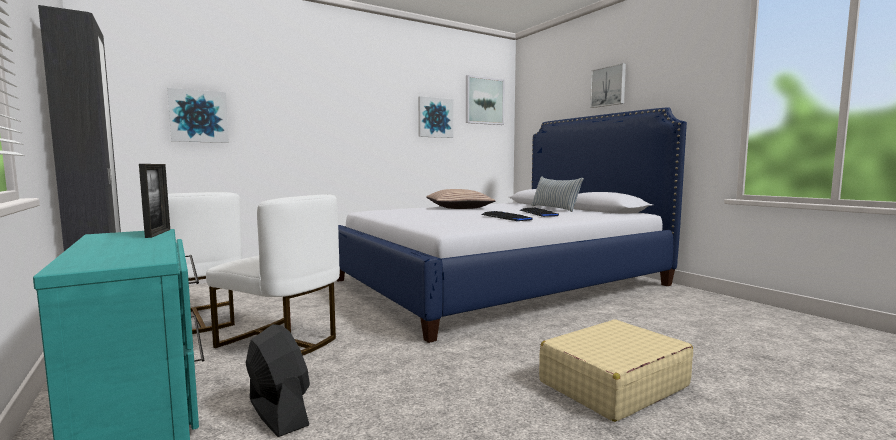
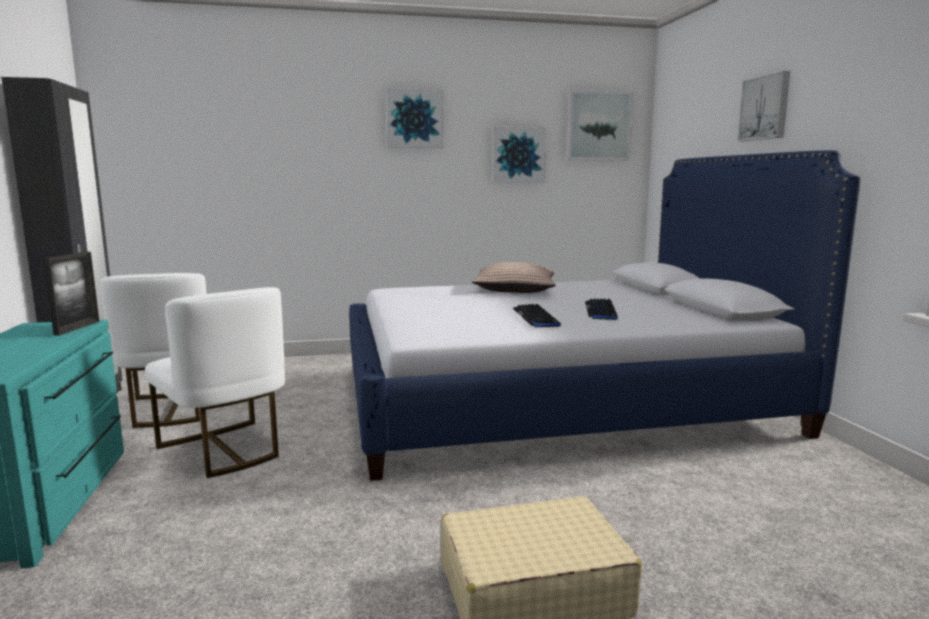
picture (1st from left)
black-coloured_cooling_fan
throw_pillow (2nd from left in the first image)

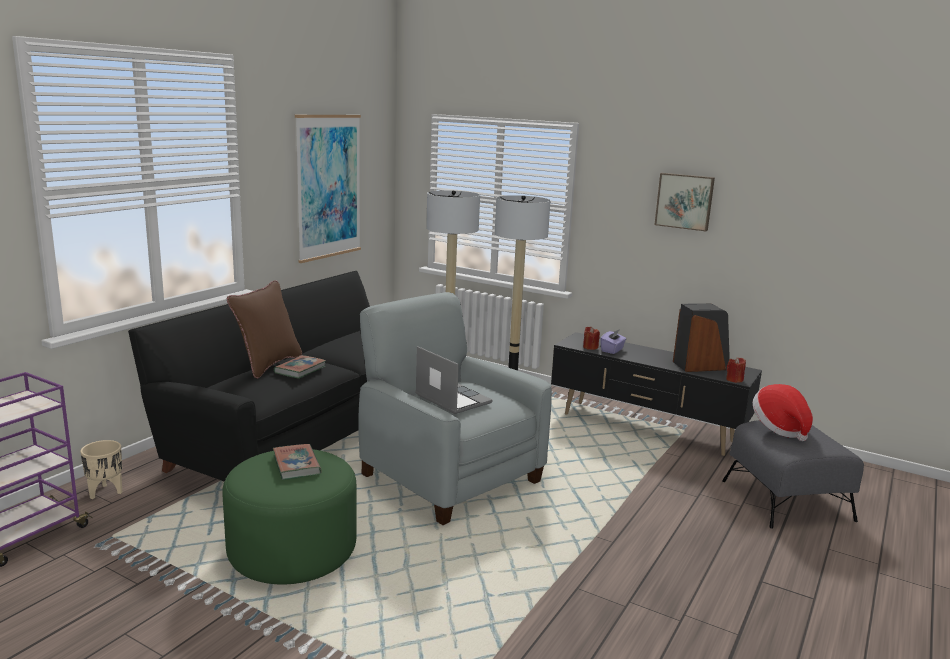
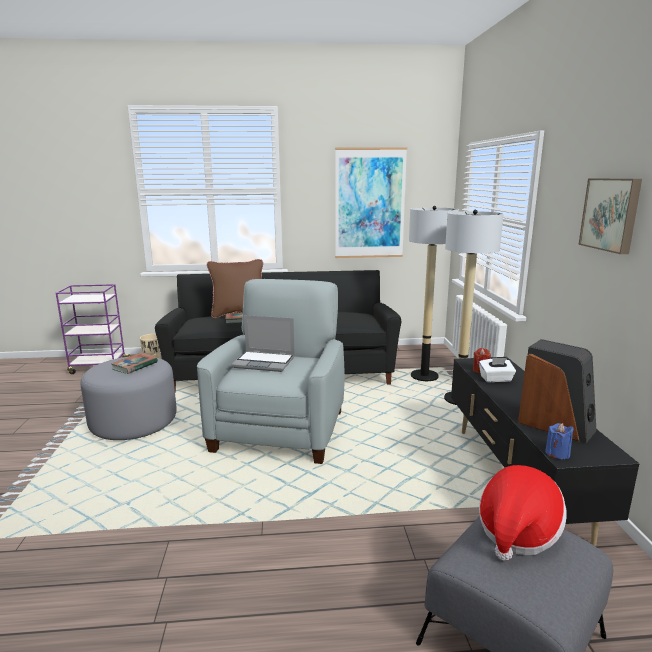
grey_footrest (1st from left)
notebook_computer
white-coloured_tissue_box
blue_wax_candle

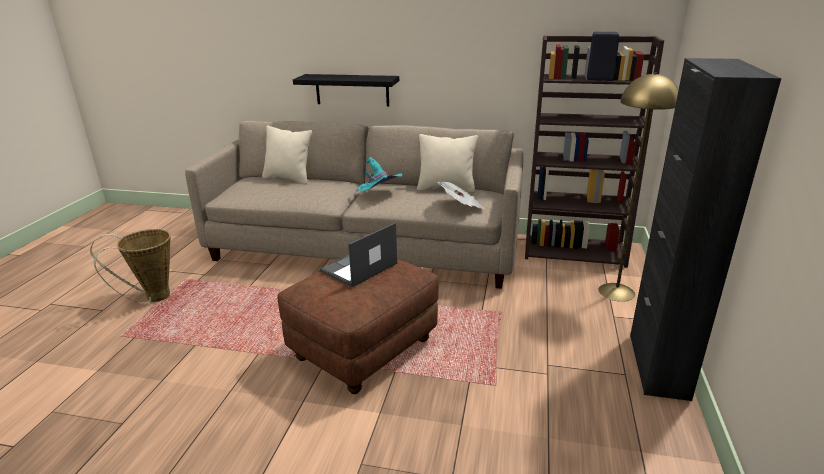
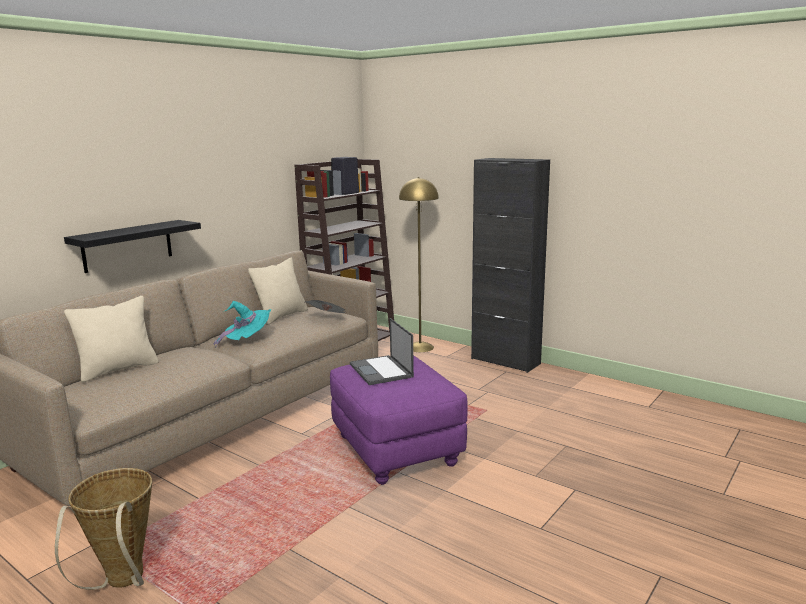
purplish_footrest

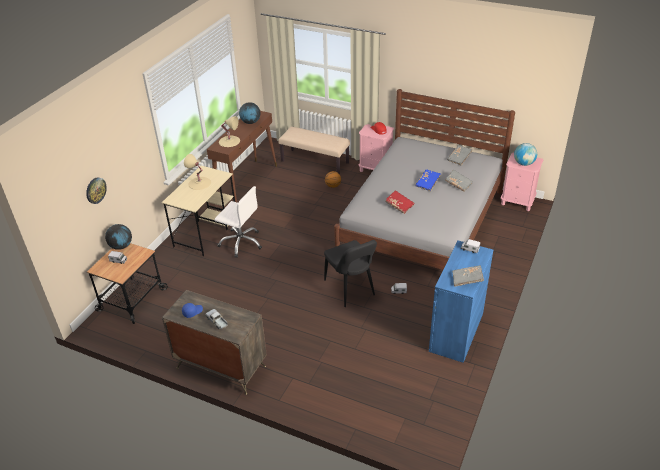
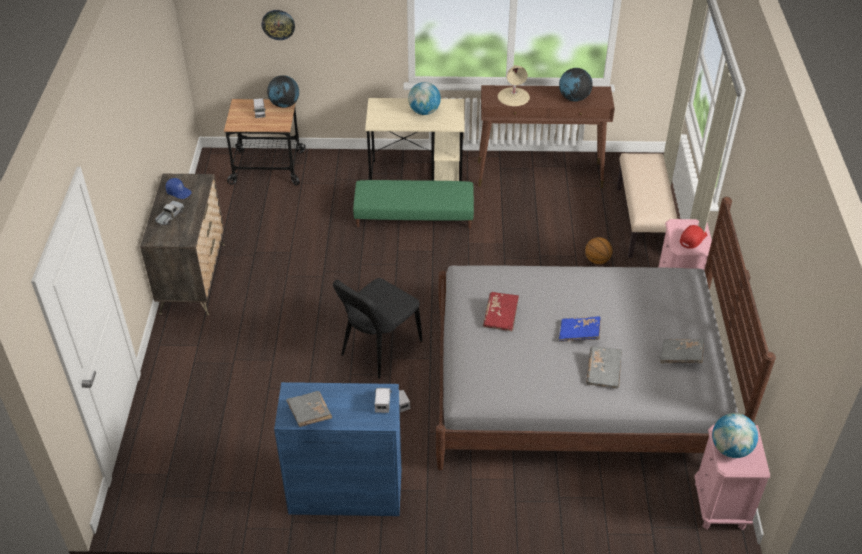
desk_globe (2nd from left)
green-coloured_footrest

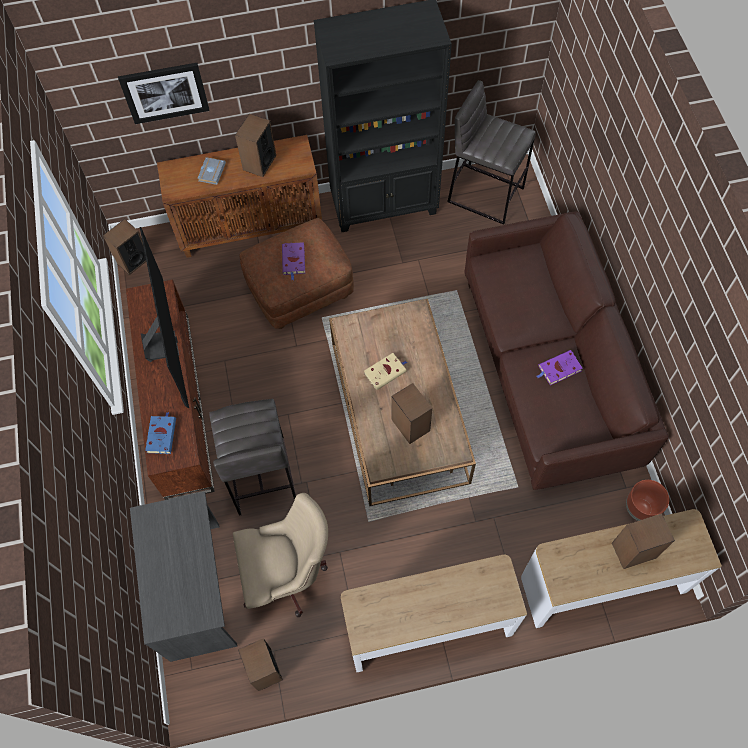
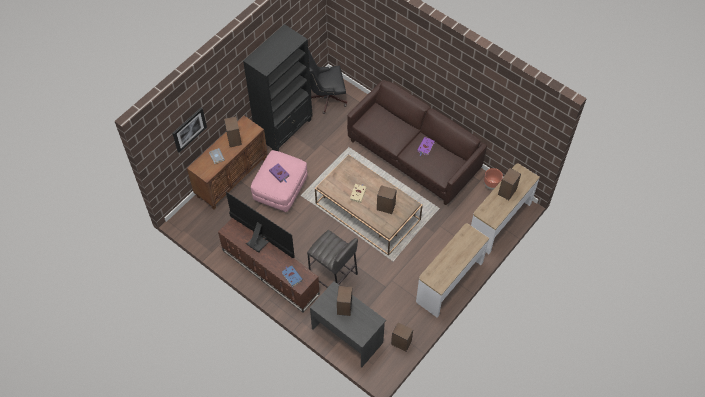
speaker (2nd from left)
beige_desk_chair
pink_footrest
black-coloured_desk_chair

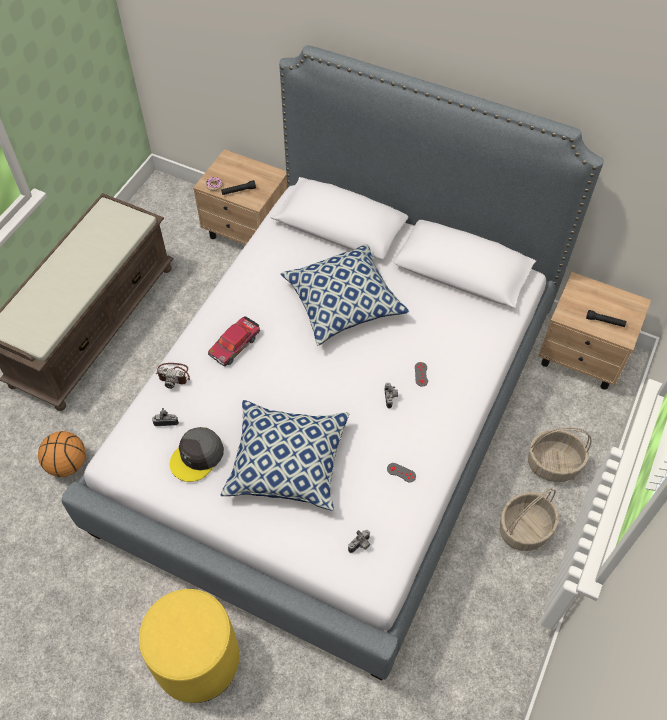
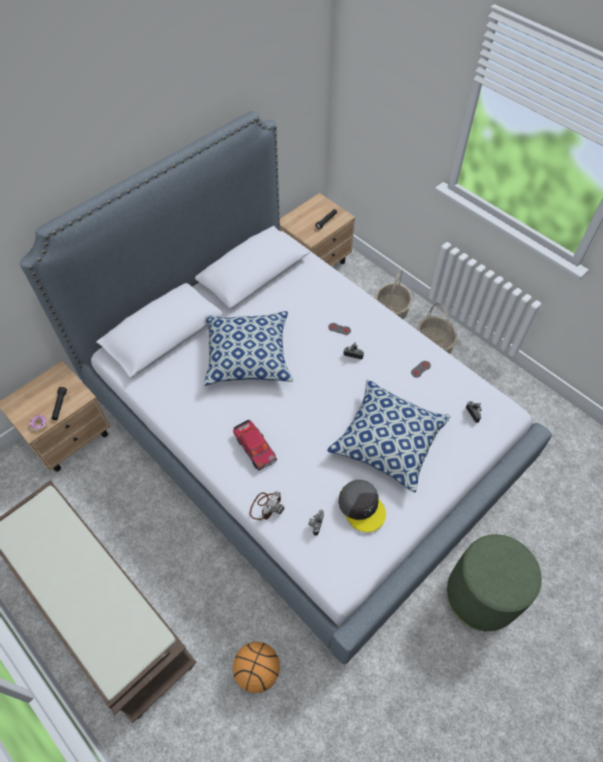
green-coloured_footrest

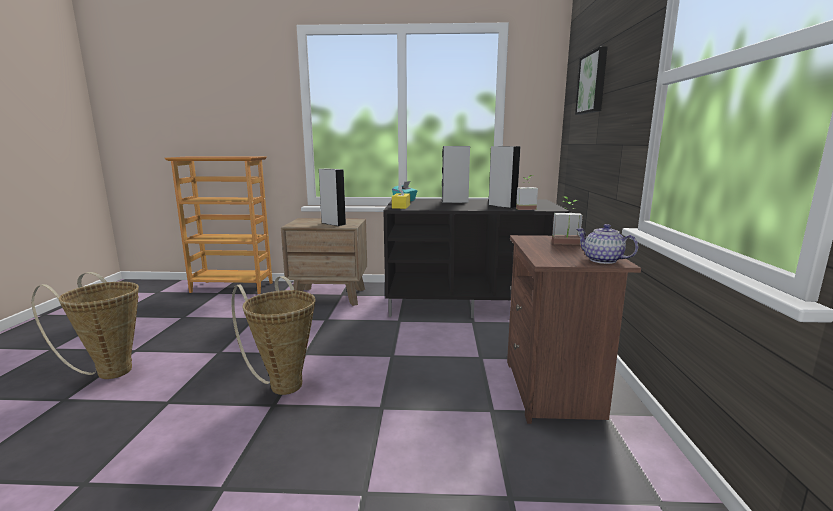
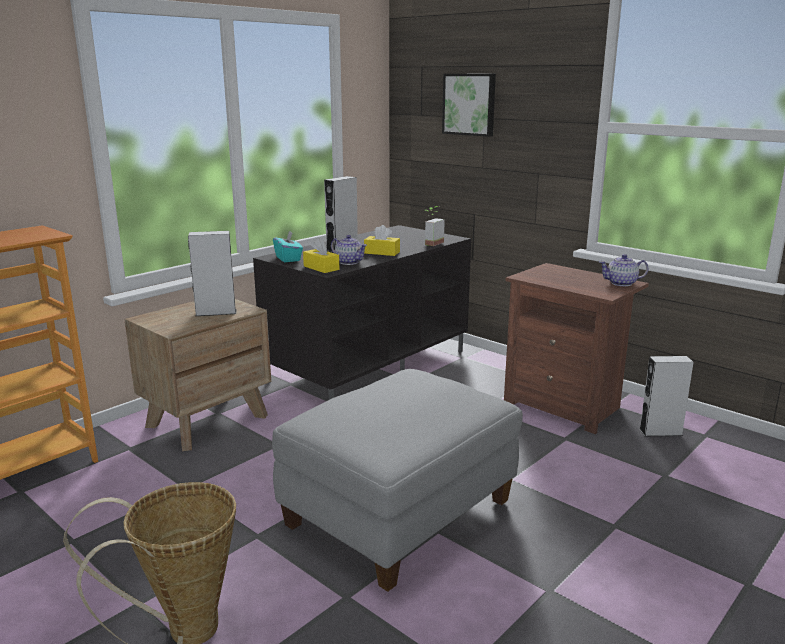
grey_footrest
grey_speaker (3rd from left)
potted_plant (2nd from left in the first image)
teapot (1st from left)
yellow-coloured_tissue_box (2nd from left)

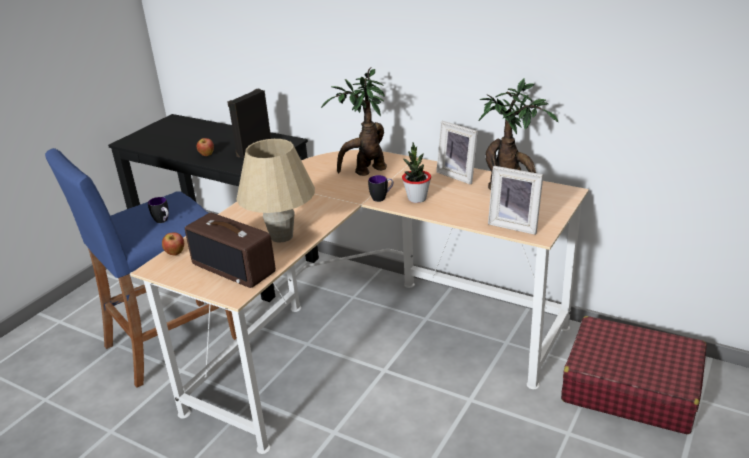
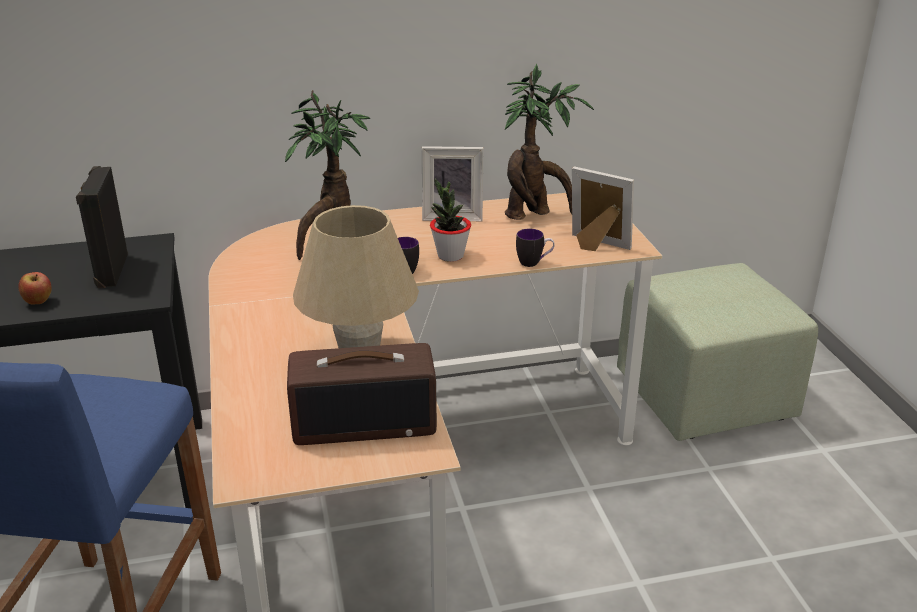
mug (2nd from left)
whole_apple (1st from left in the first image)
photo_frame (2nd from left)
green-coloured_footrest

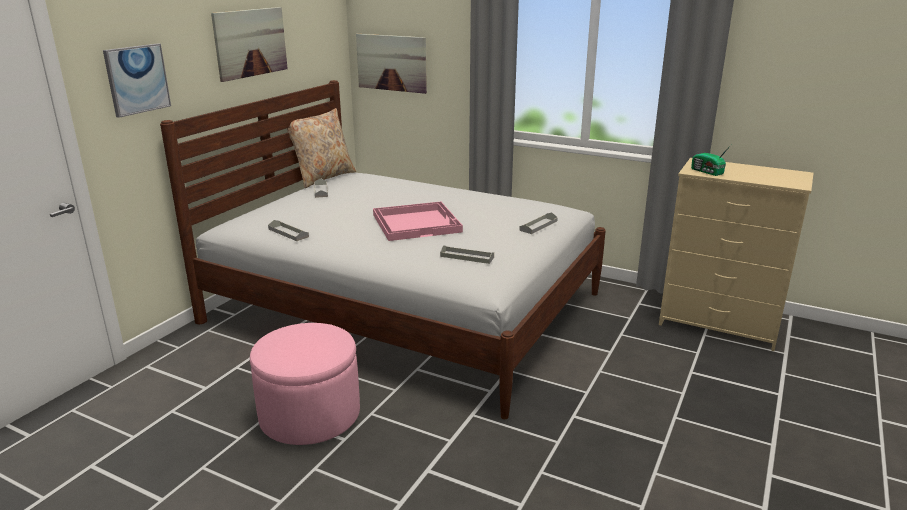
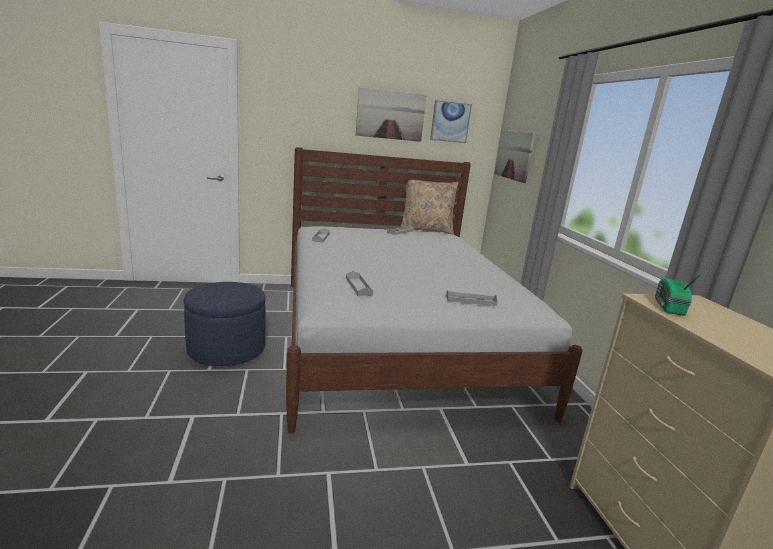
picture (2nd from left)
blue_footrest
pink_tray

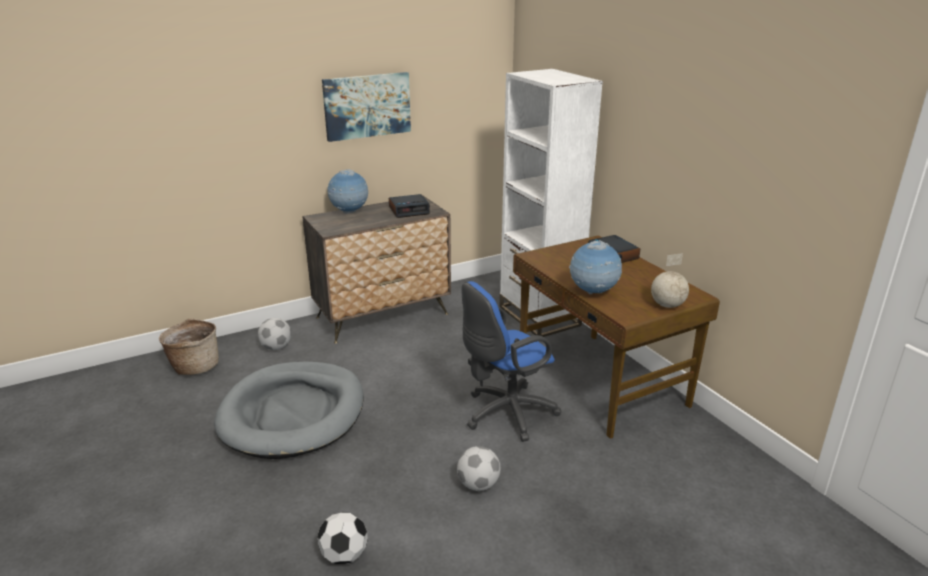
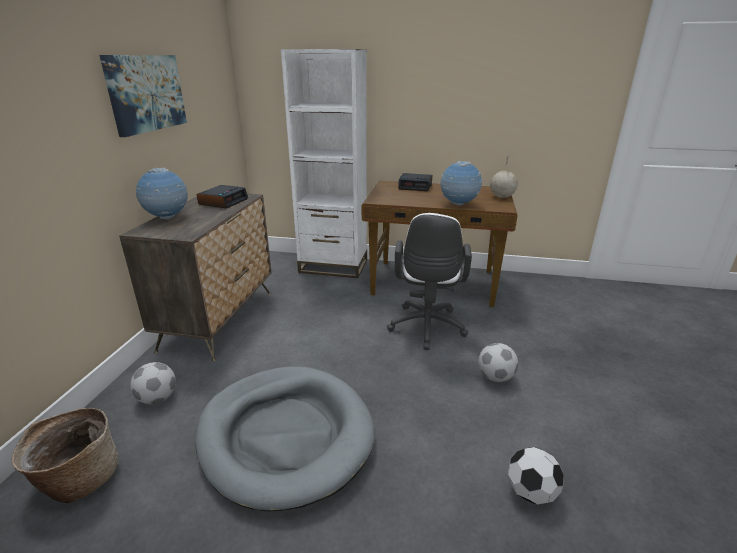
white-coloured_desk_chair

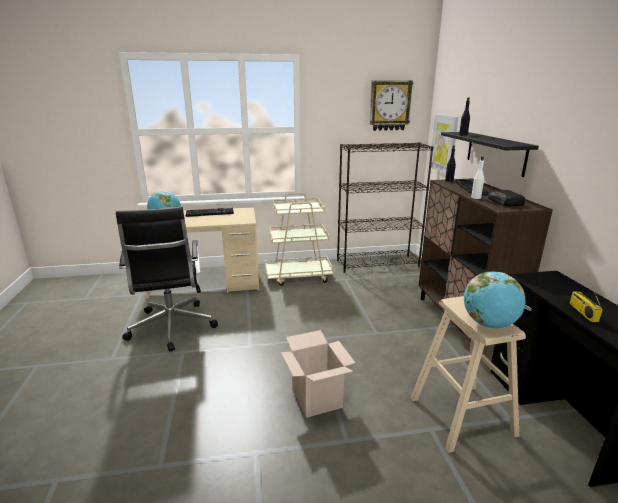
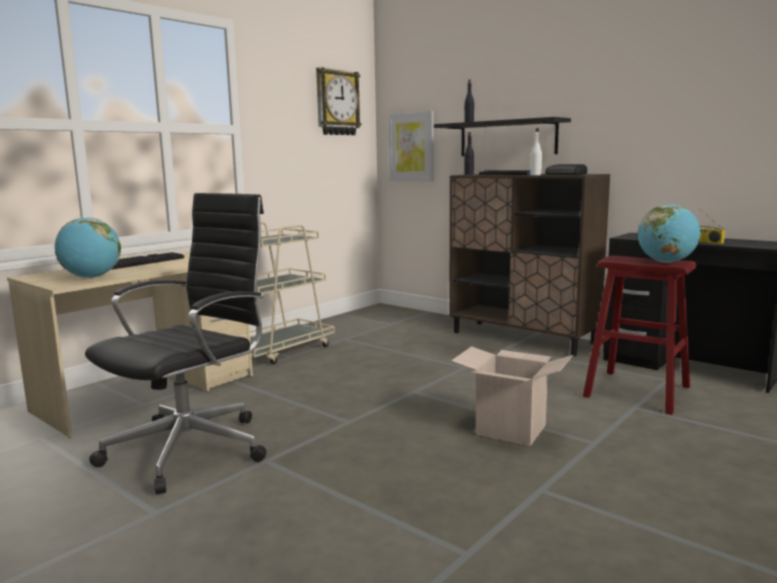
black-coloured_desk_chair
black-coloured_bookshelf
red_stool_seat

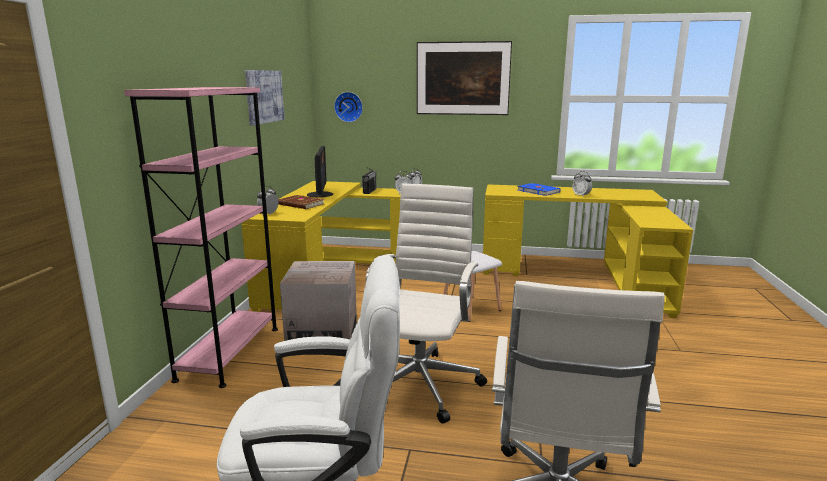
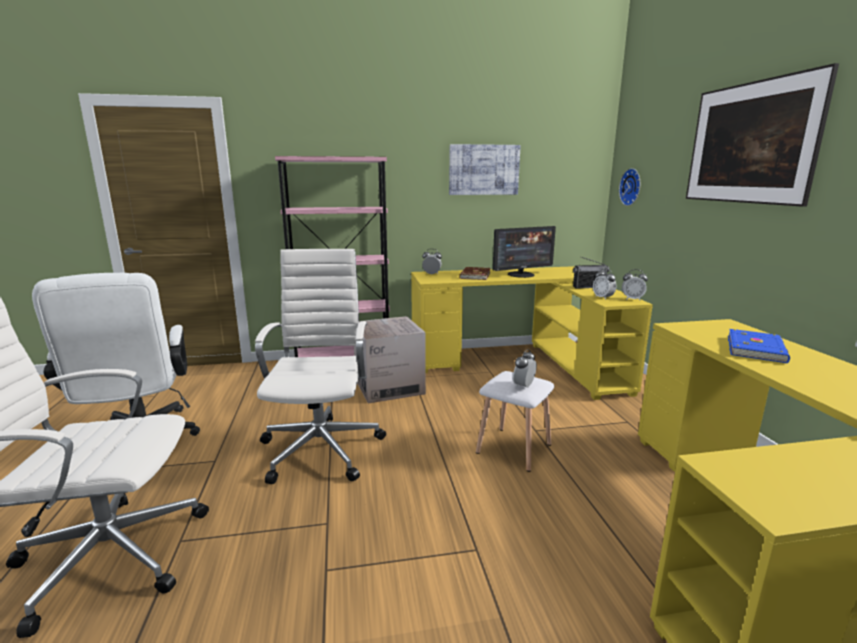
white-coloured_desk_chair (3rd from left)
bedside_clock (2nd from left)

